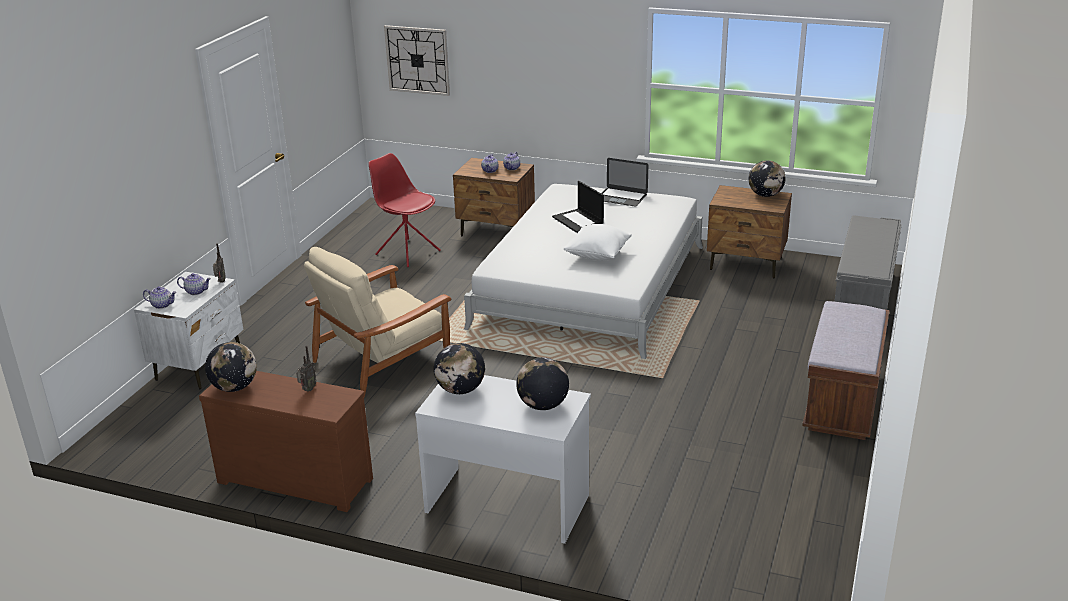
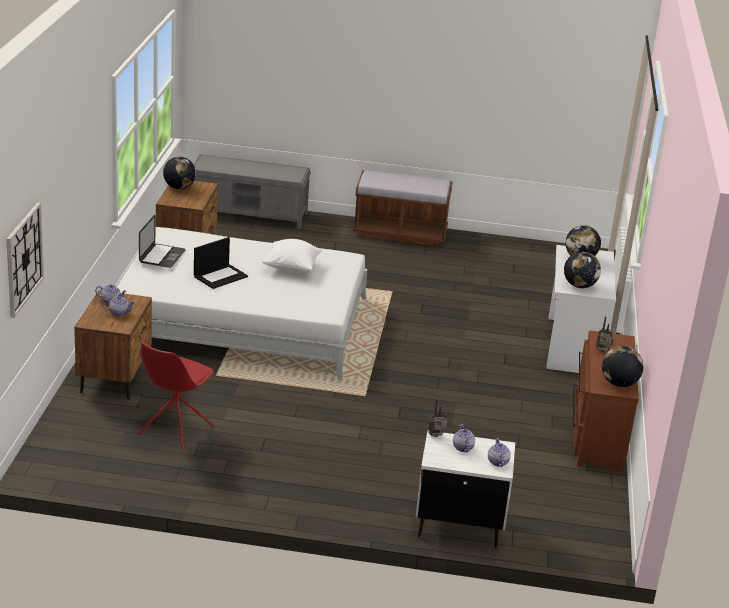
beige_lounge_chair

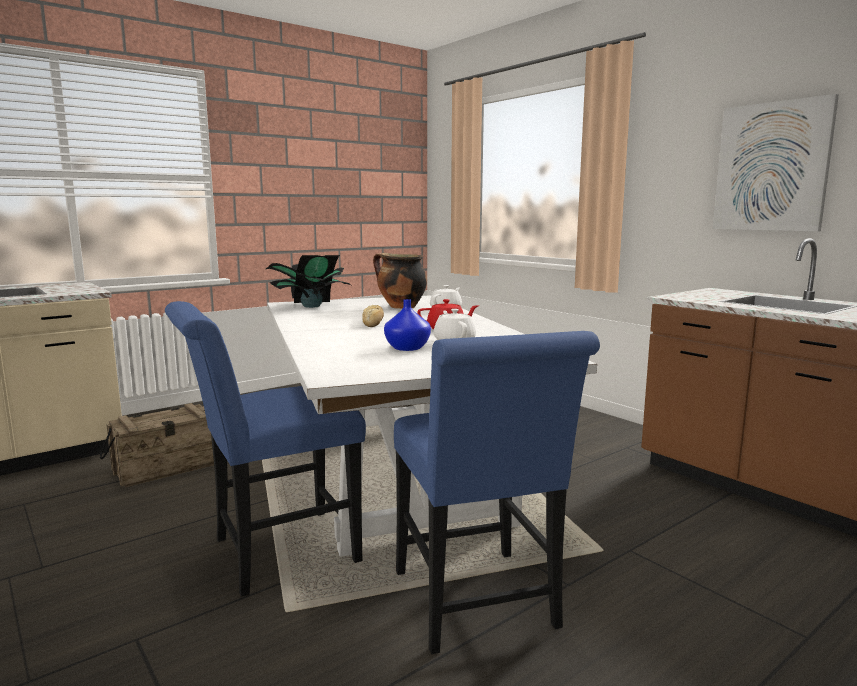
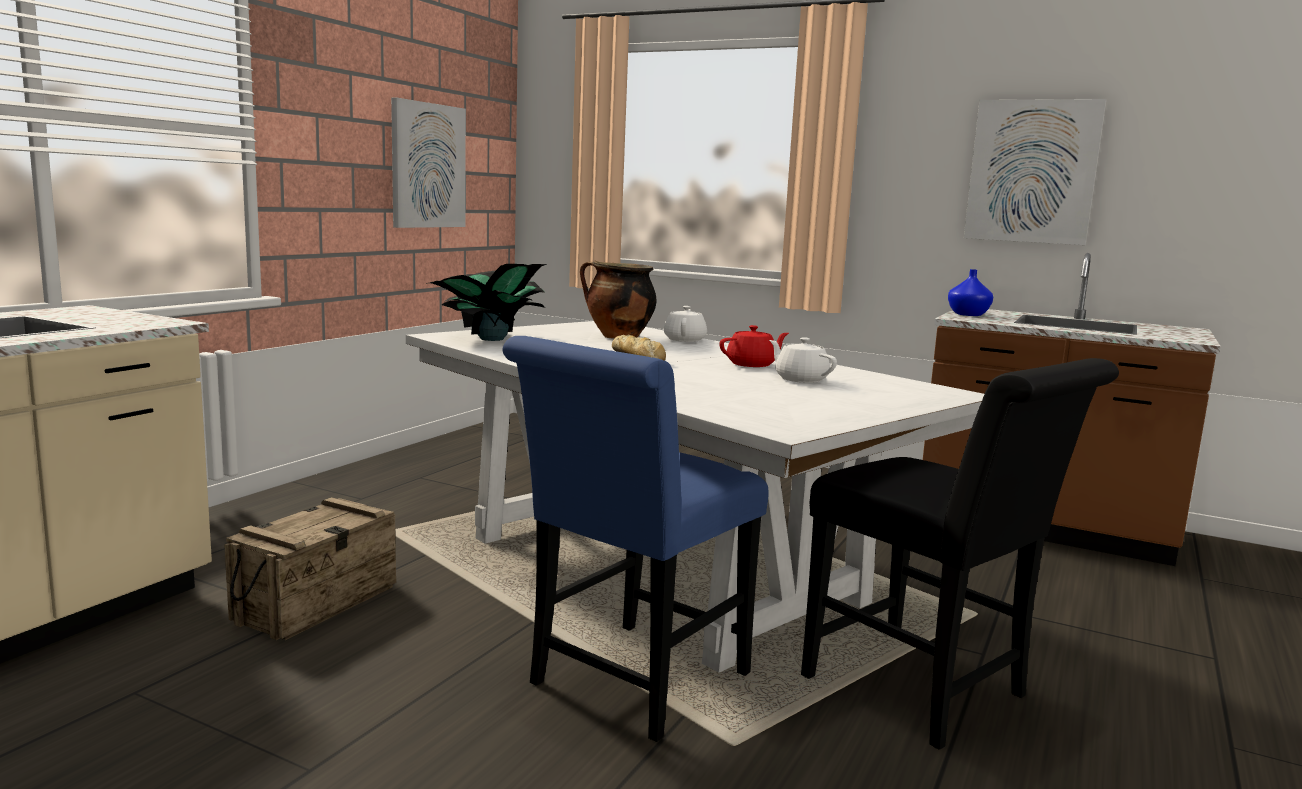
blue_decorative_vase
black-coloured_plain_chair
picture (1st from left)

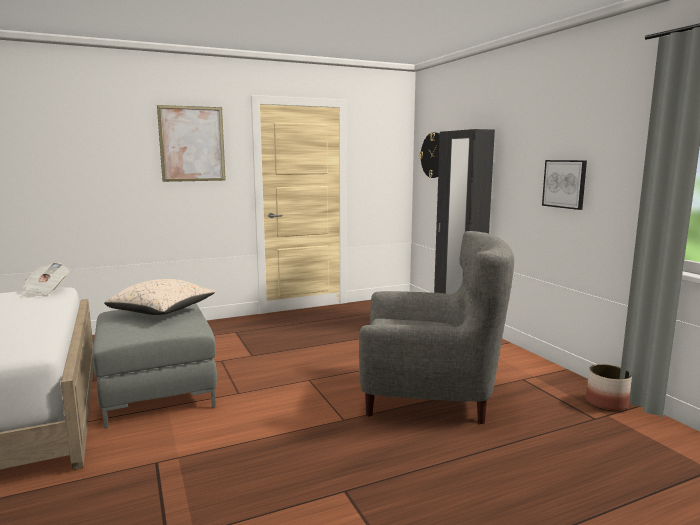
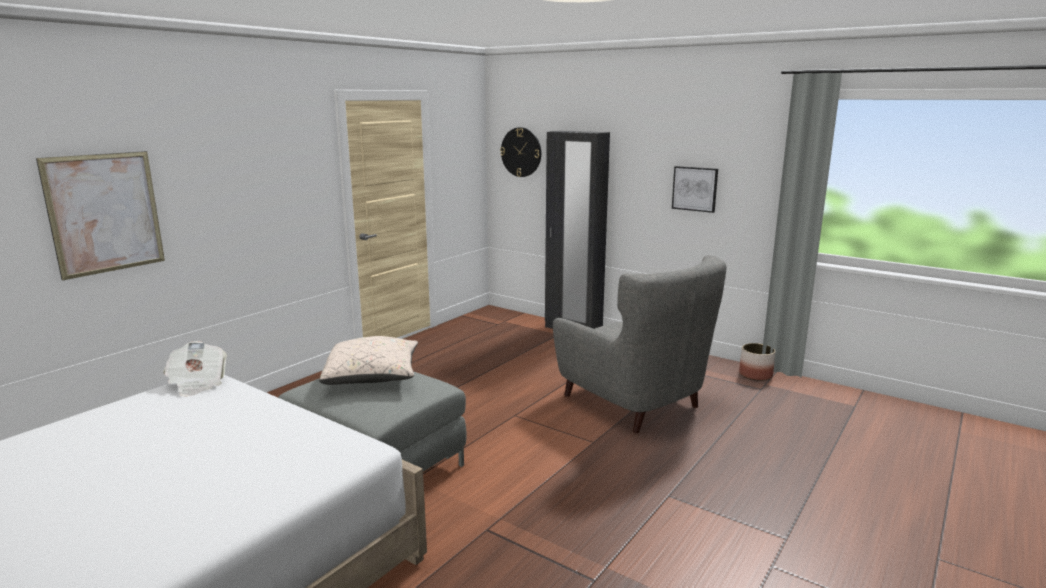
picture (1st from left)
grey_lounge_chair

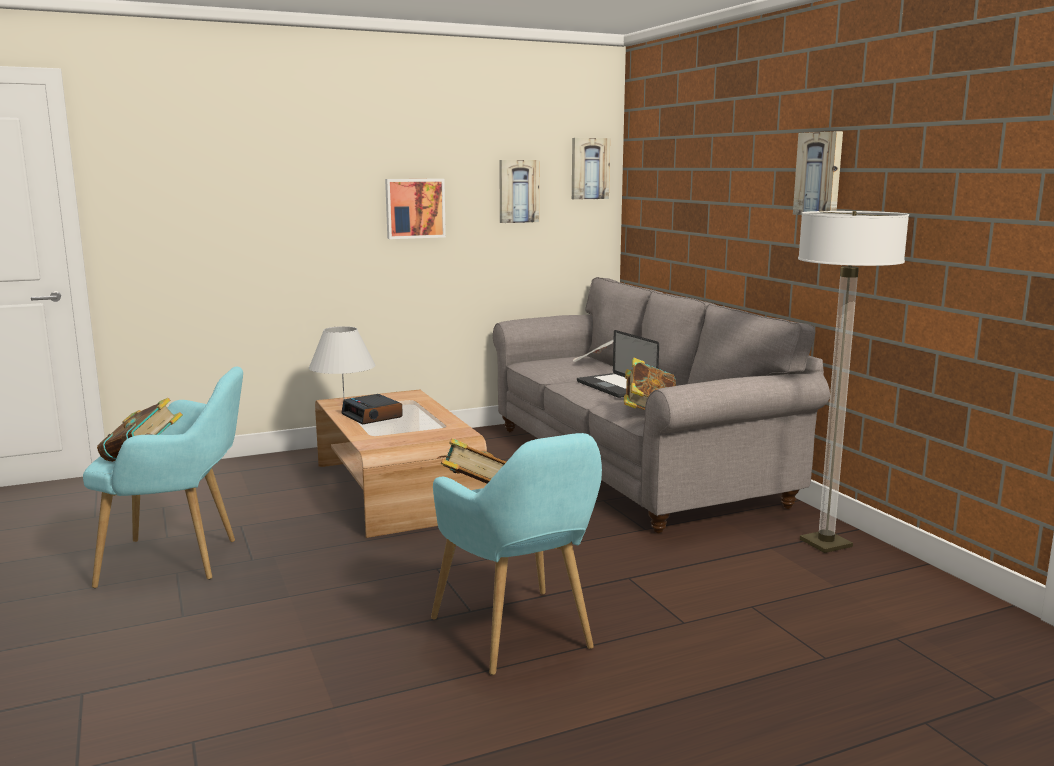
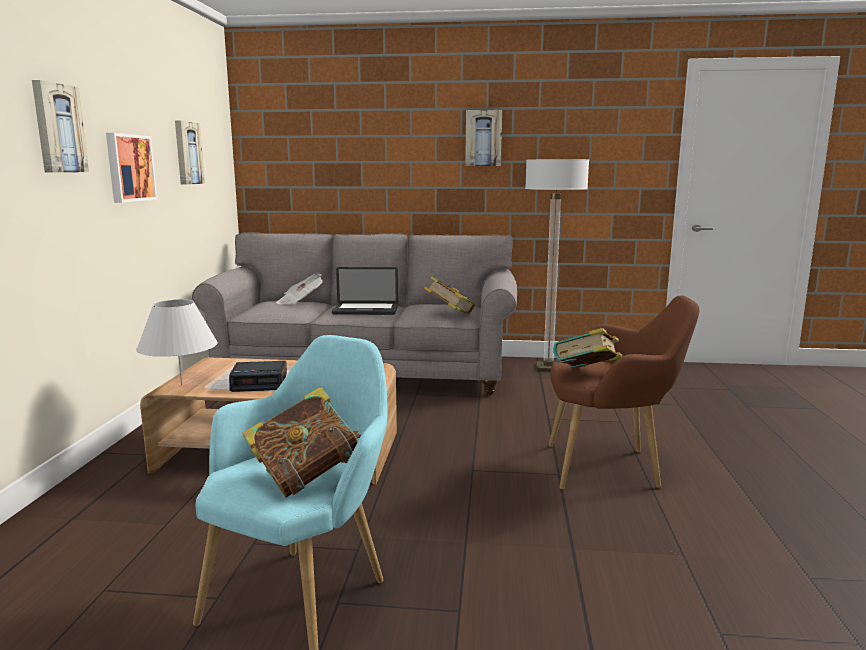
brown_lounge_chair
picture (1st from left)

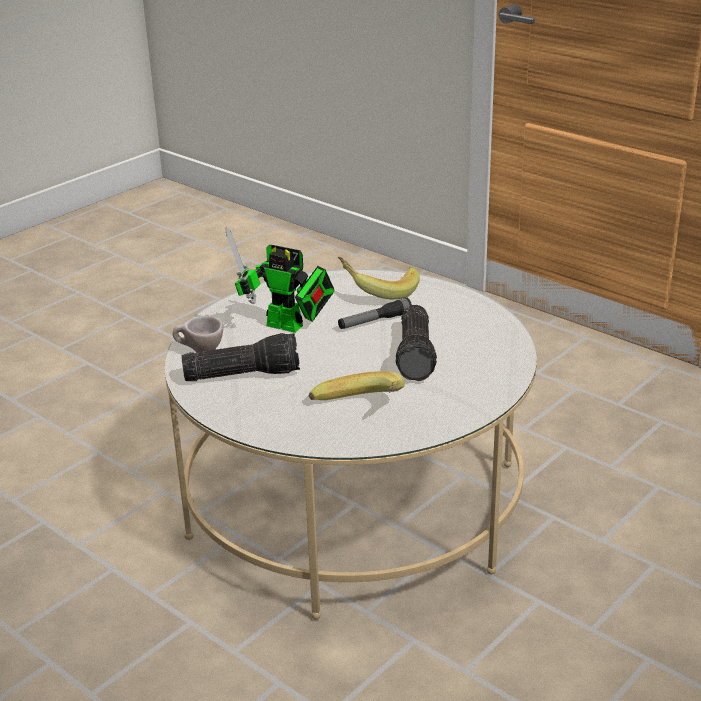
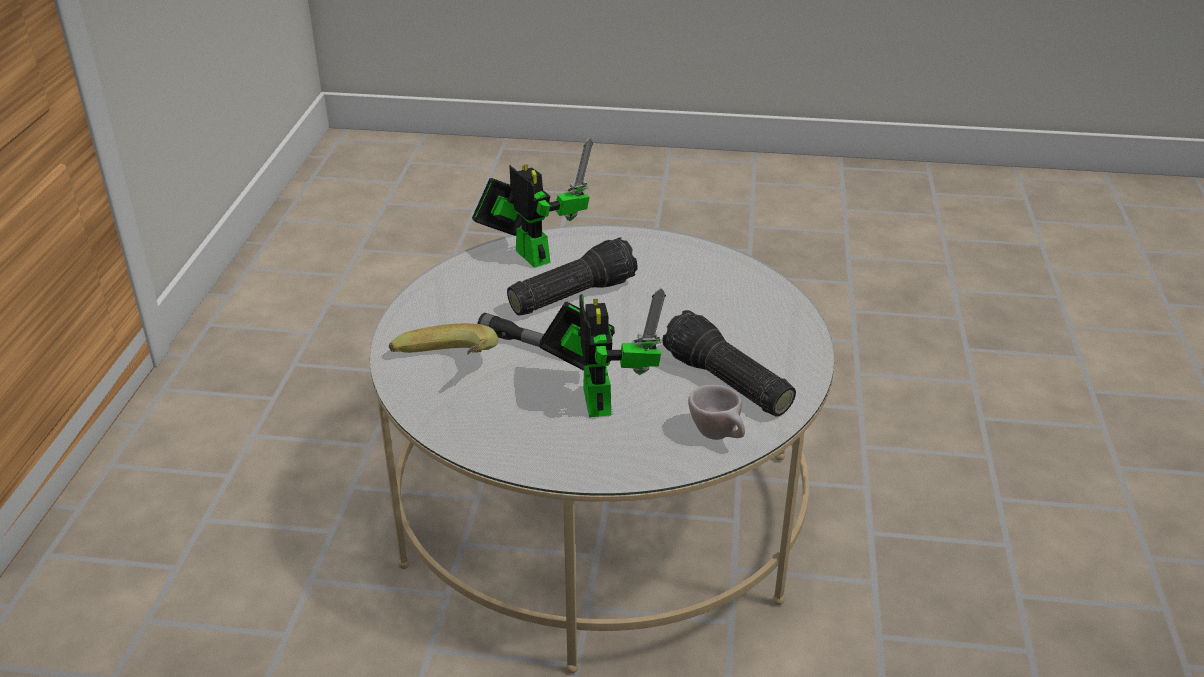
banana_fruit (1st from left in the first image)
robot_figure (1st from left)

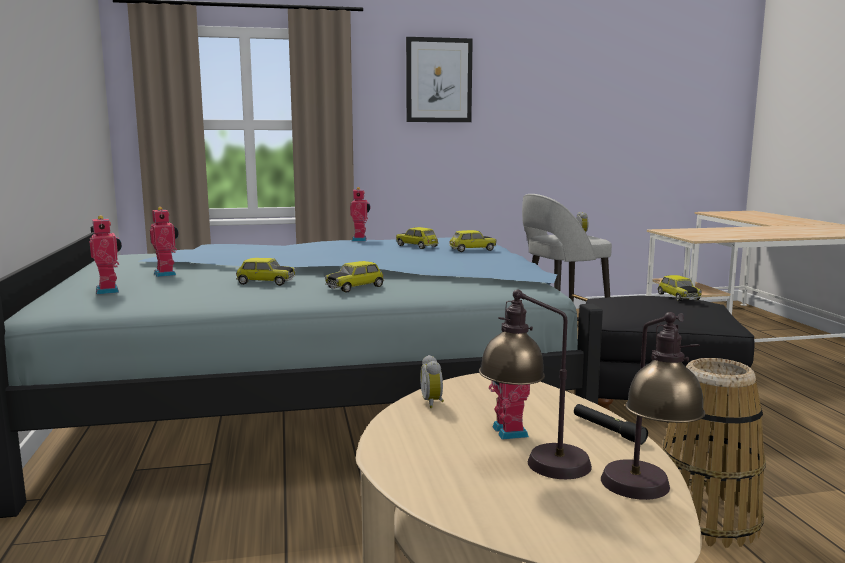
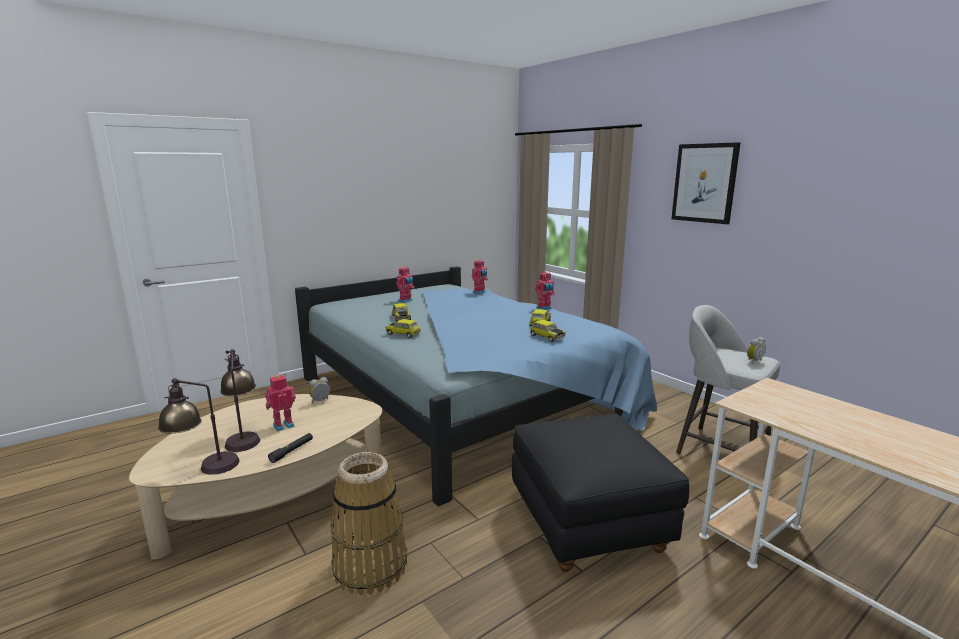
robot_figure (3rd from left)
model_car (5th from left in the first image)

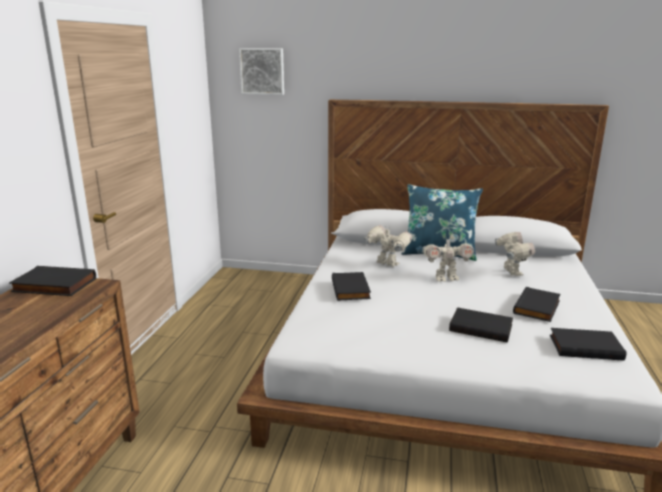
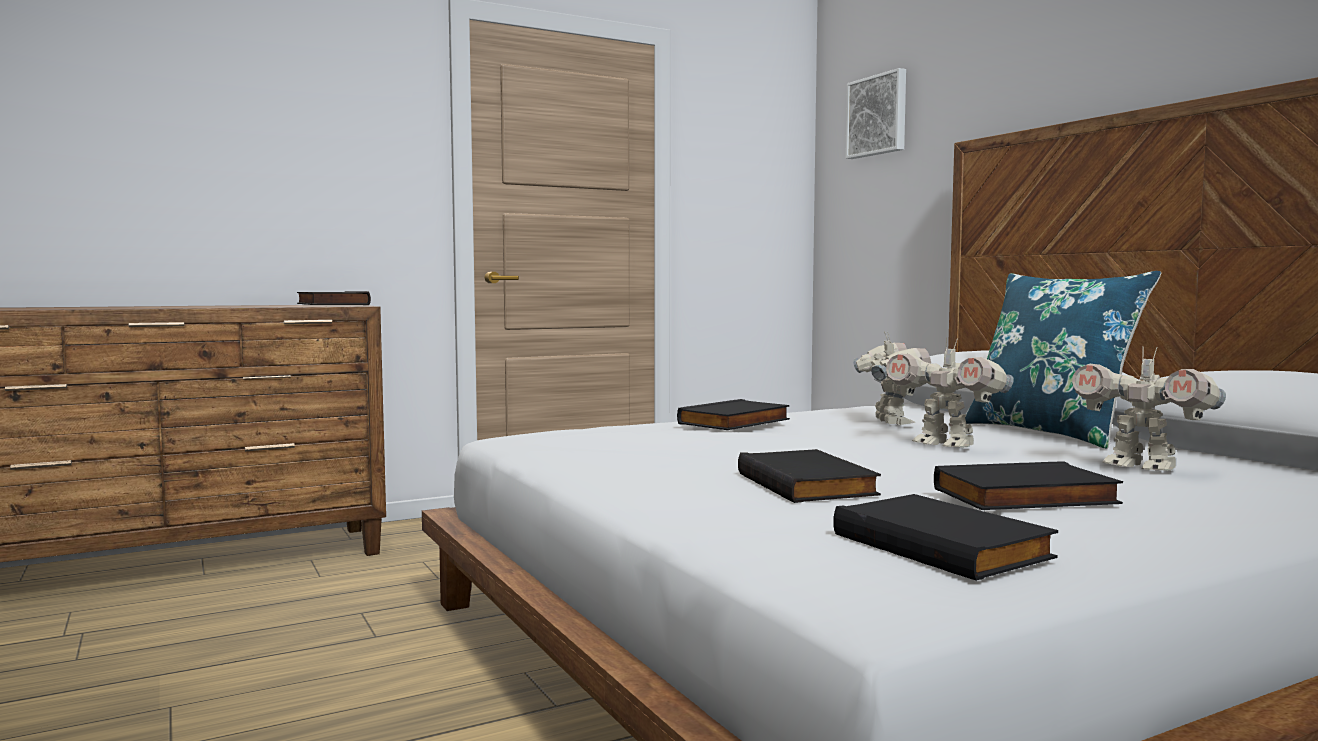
robot_figure (3rd from left)

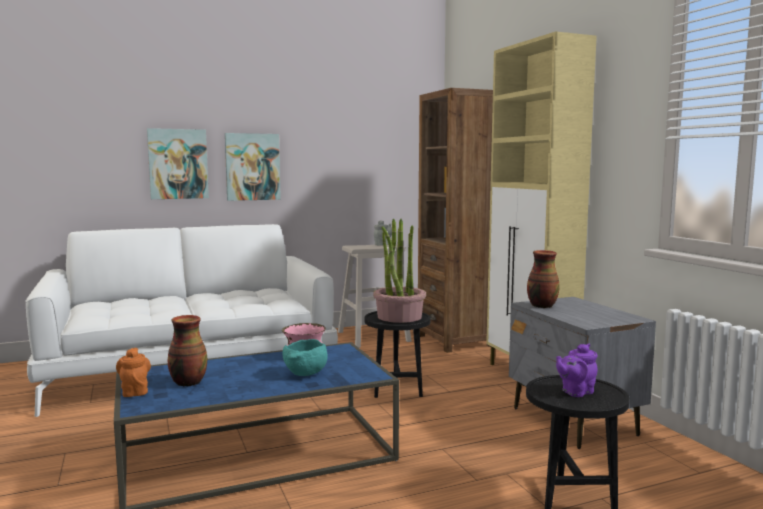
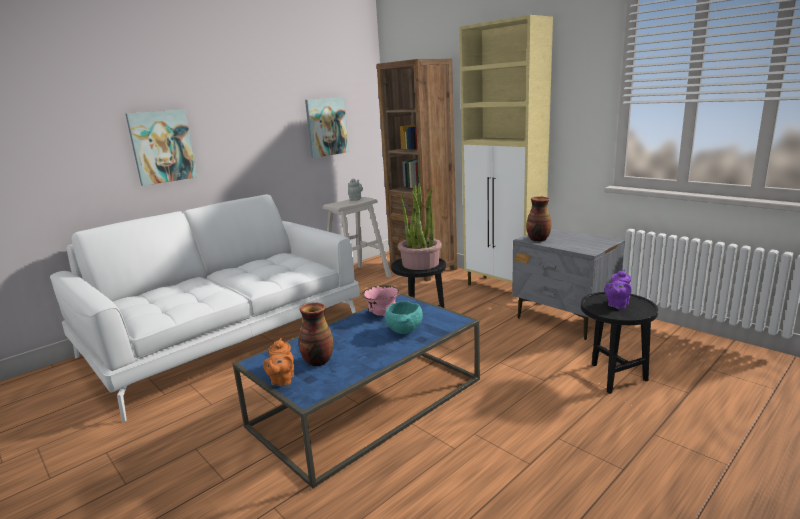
orange_teapot
picture (2nd from left)

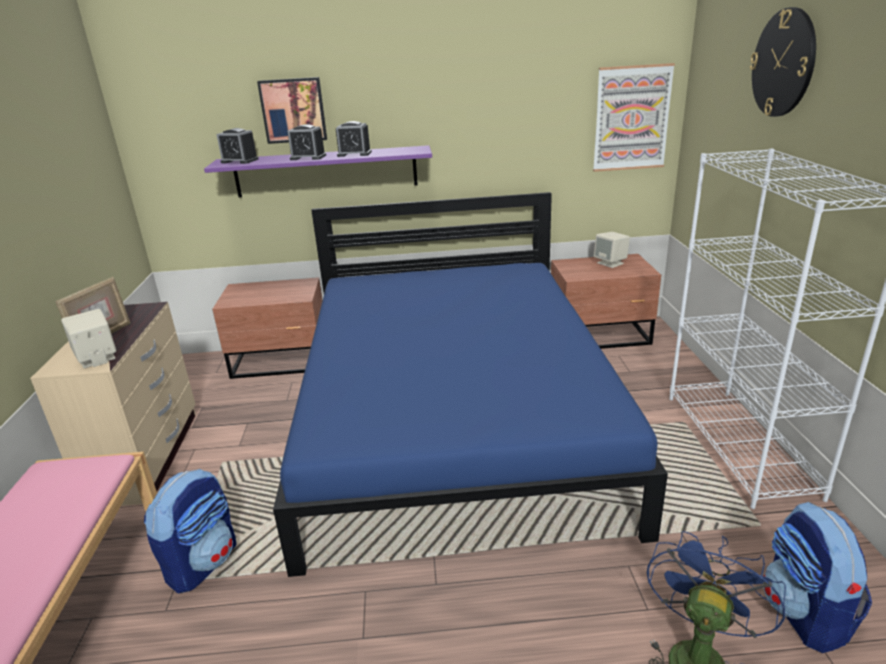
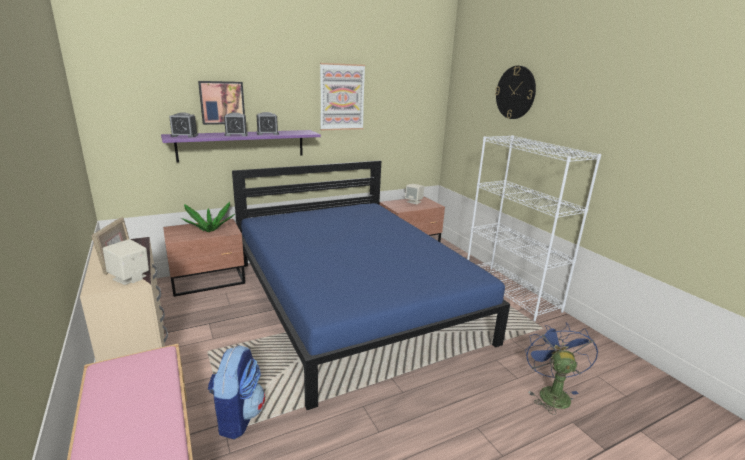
picture (2nd from left)
backpack (2nd from left in the first image)
potted_plant

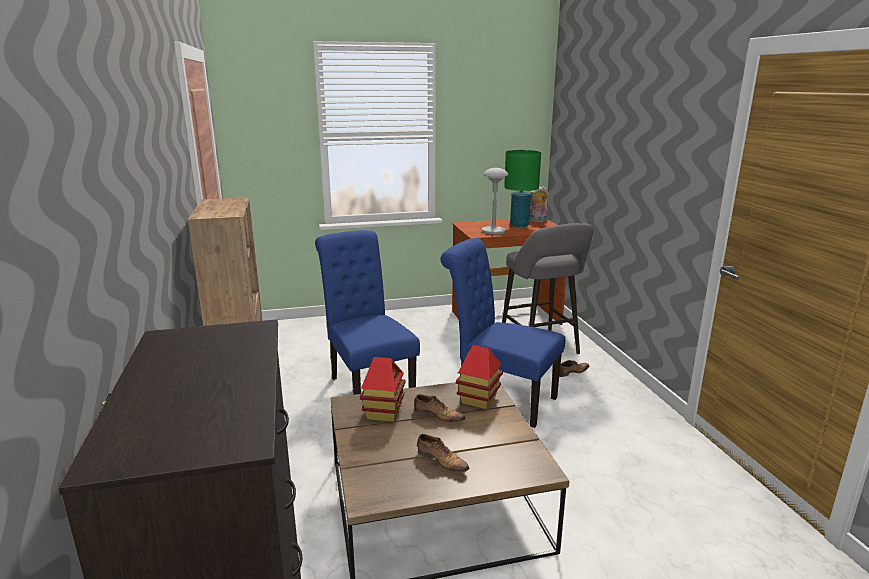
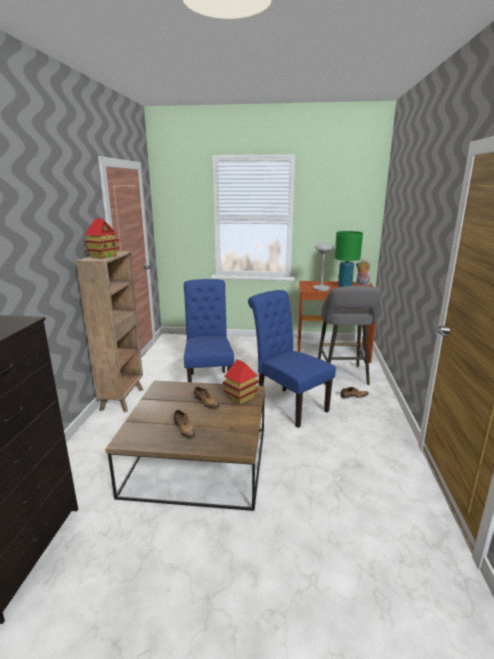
model_house (1st from left)

